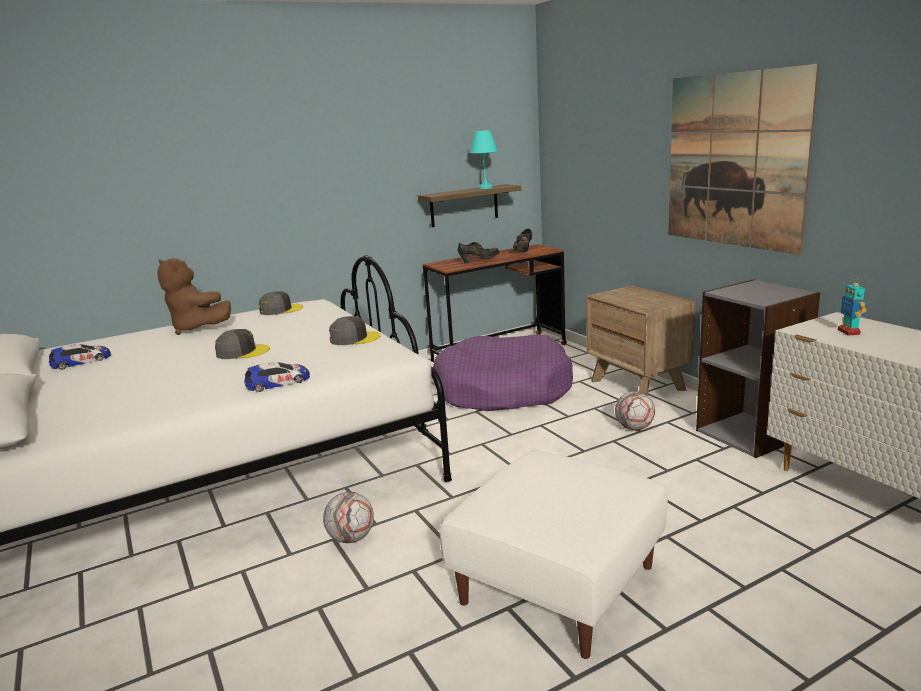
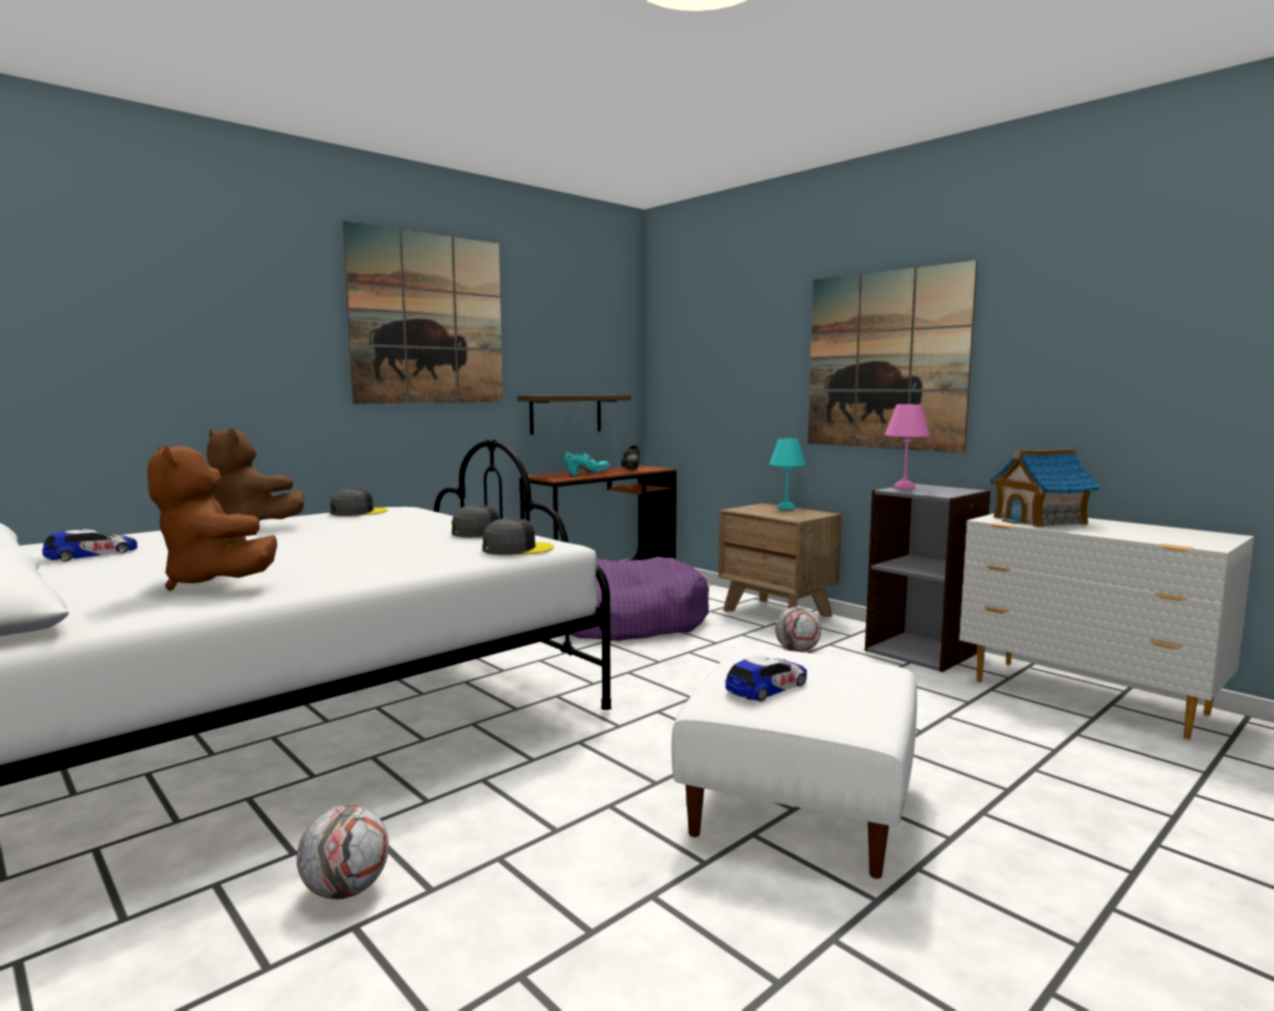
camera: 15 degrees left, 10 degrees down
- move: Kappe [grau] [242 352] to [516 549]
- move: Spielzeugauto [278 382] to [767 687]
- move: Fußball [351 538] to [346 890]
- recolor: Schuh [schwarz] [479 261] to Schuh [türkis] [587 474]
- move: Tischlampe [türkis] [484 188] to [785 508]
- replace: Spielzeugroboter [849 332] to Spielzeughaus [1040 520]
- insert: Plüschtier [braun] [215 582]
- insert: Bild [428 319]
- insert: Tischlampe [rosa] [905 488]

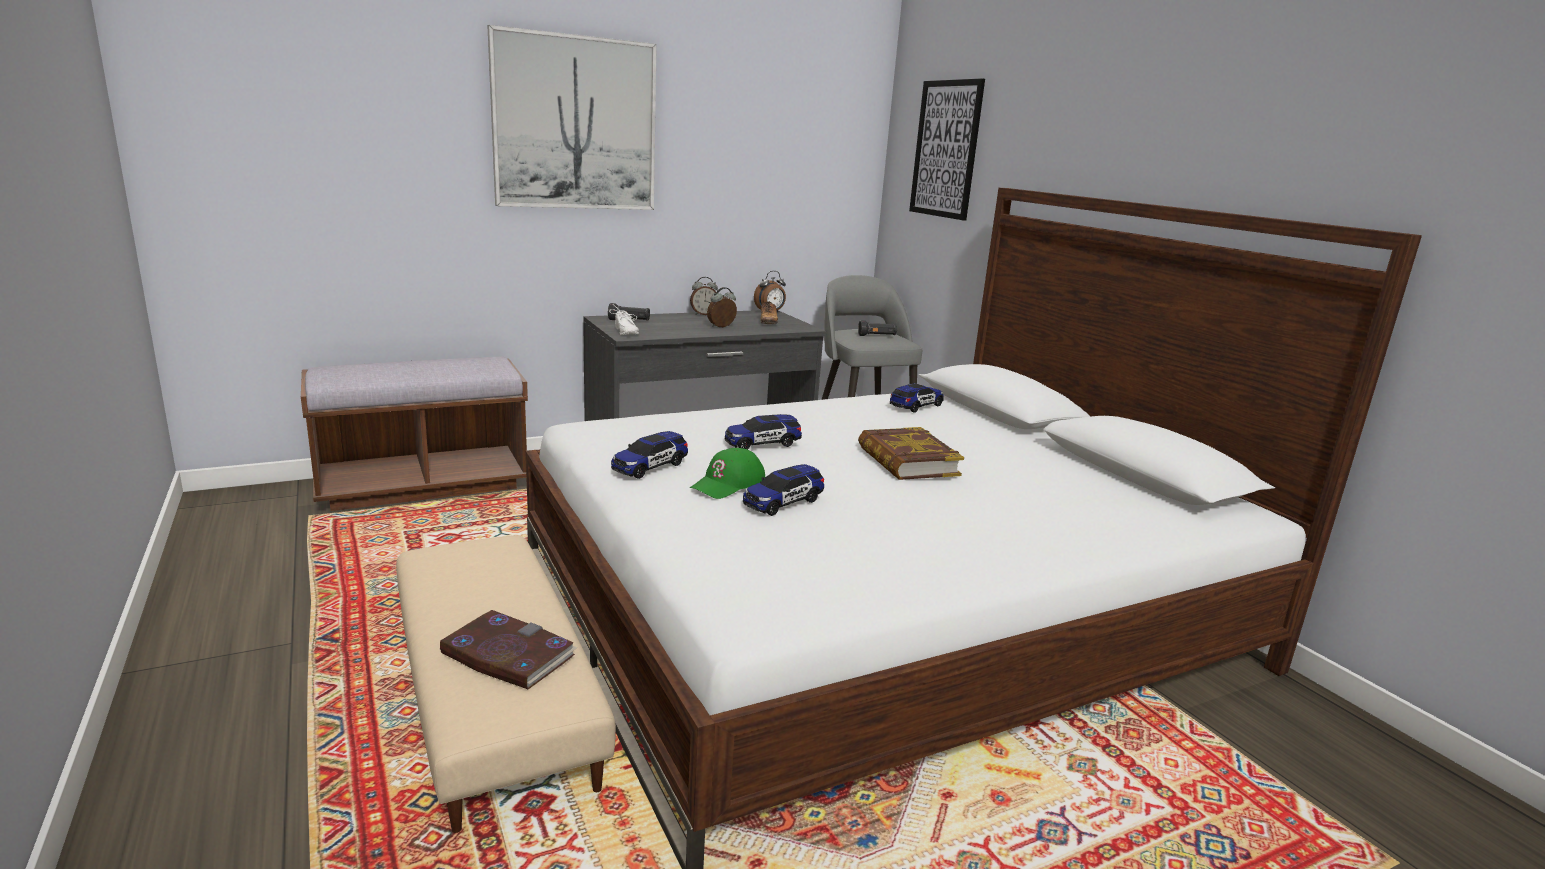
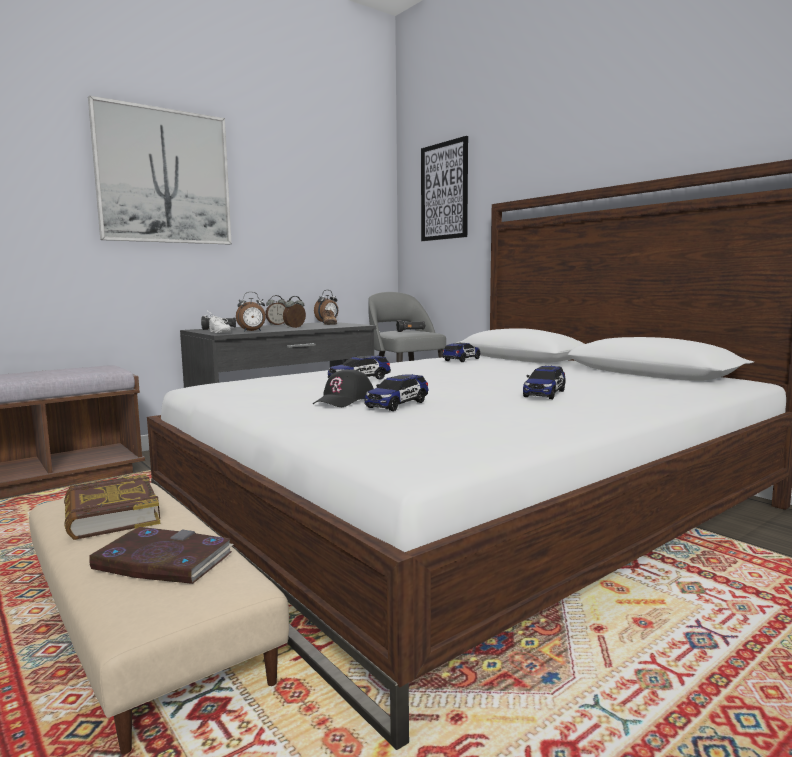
camera: 10 degrees left, 10 degrees down
- move: Spielzeugauto [650 467] to [544 394]
- recolor: Kappe [grün] [728 484] to Kappe [schwarz] [344 400]
- move: Buch [907 461] to [111 515]
- insert: Wecker [252 331]

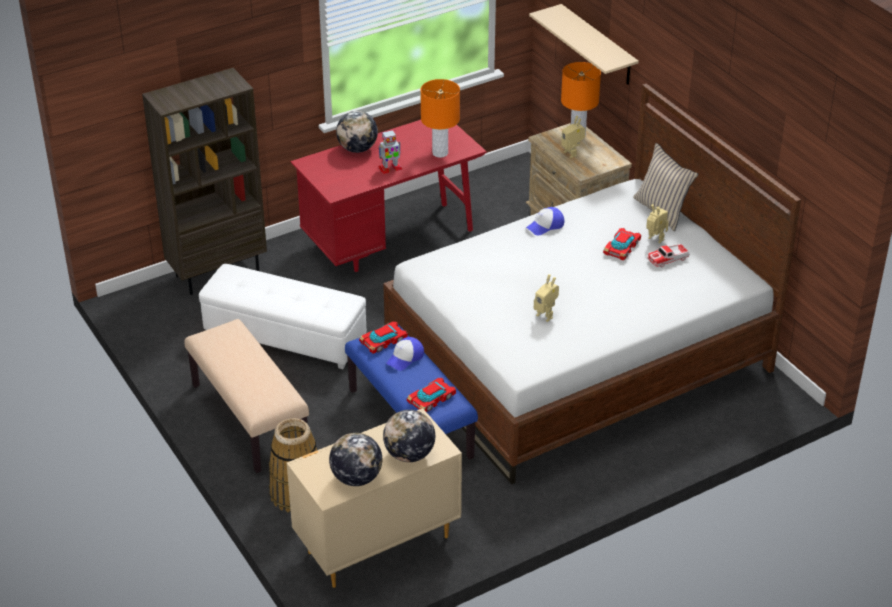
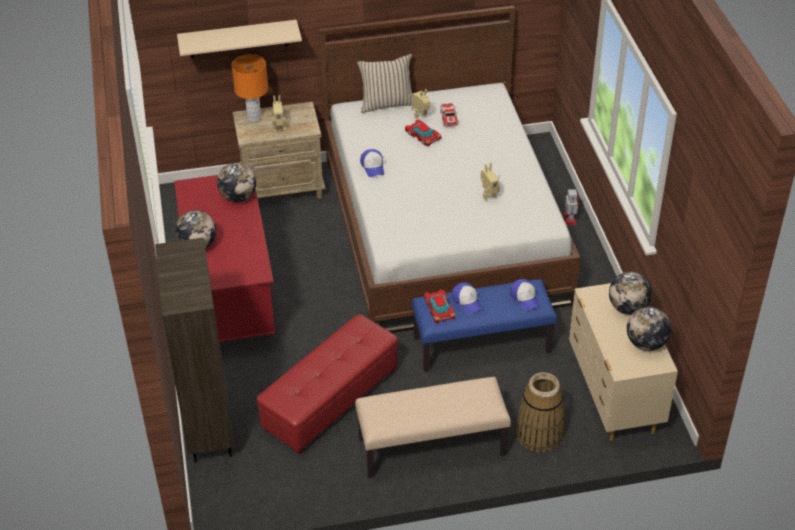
camera: 70 degrees left, 5 degrees up
- recolor: Polsterhocker [weiß] [284 337] to Polsterhocker [rot] [331 400]
- move: Spielzeugroboter [390 168] to [570 218]
- replace: Spielzeugauto [432 399] to Kappe [525 297]
- replace: Tischlampe [orange] [440 153] to Globus [238 197]

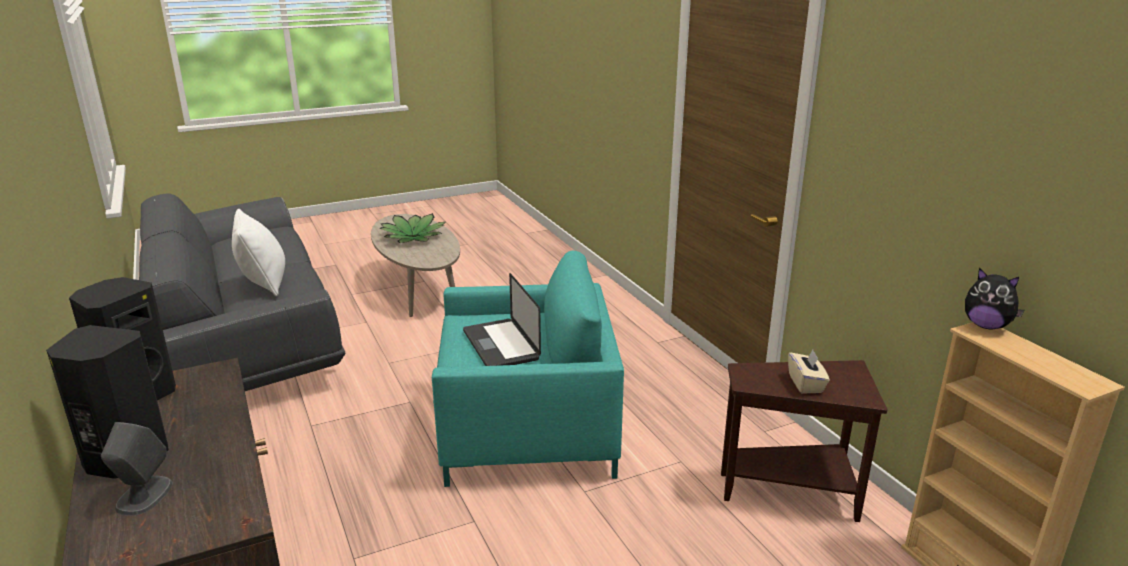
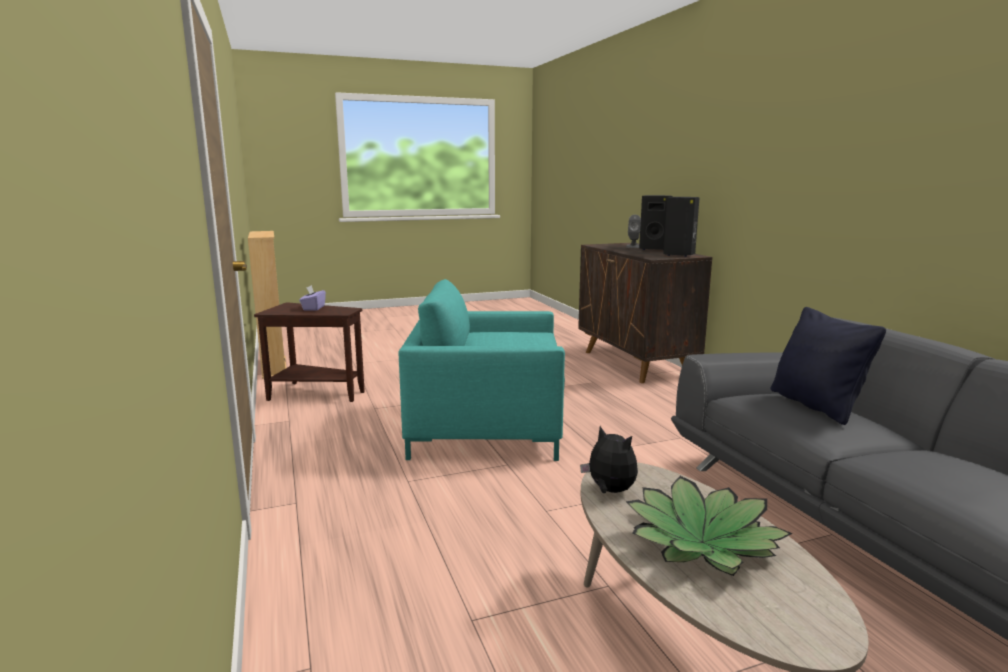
camera: 175 degrees left, 10 degrees down
- recolor: Kissen [weiß] [264 283] to Kissen [schwarz] [816 405]
- delete: Laptop [501 345]
- recolor: Taschentuchbox [beige] [806 384] to Taschentuchbox [lila] [313 308]
- move: Plüschtier [986 326] to [609 491]

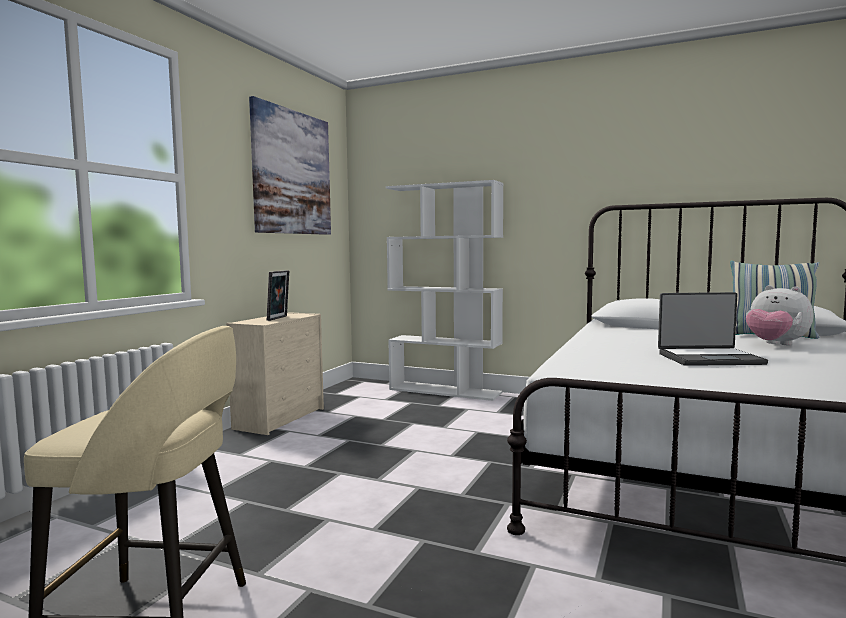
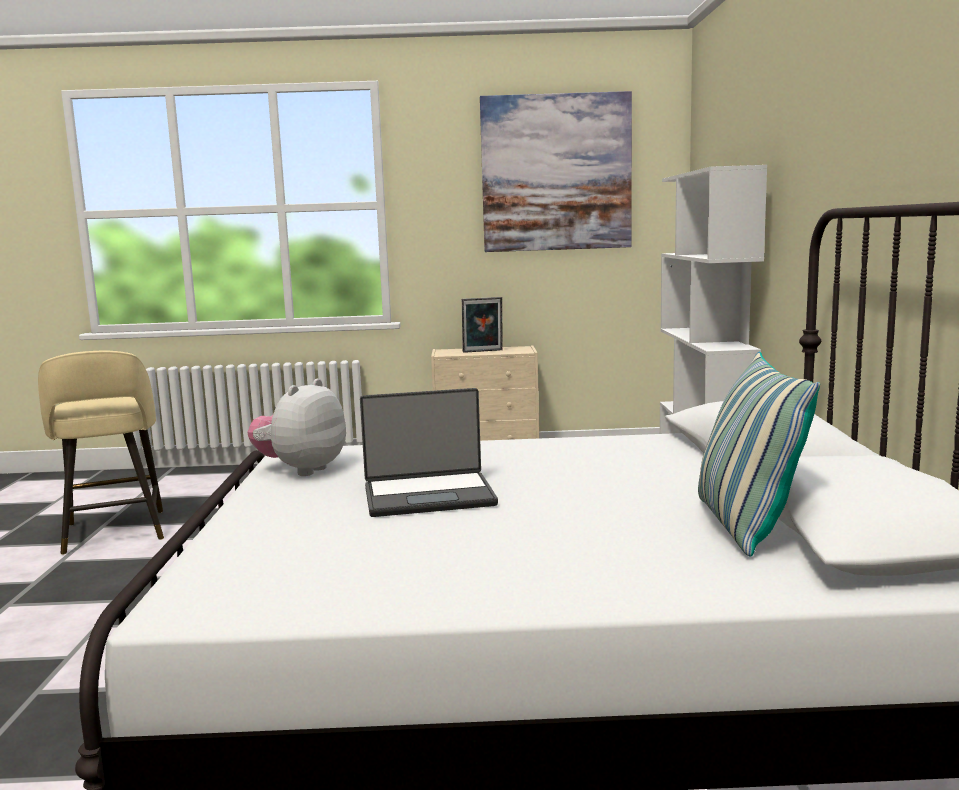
camera: 65 degrees right, 5 degrees up
- rotate: Laptop [709 358] = [429 496] 75 degrees counterclockwise
- move: Plüschtier [775 344] to [301 470]

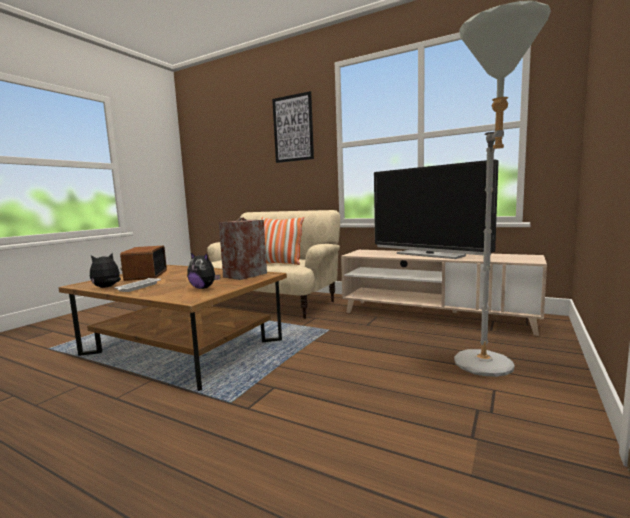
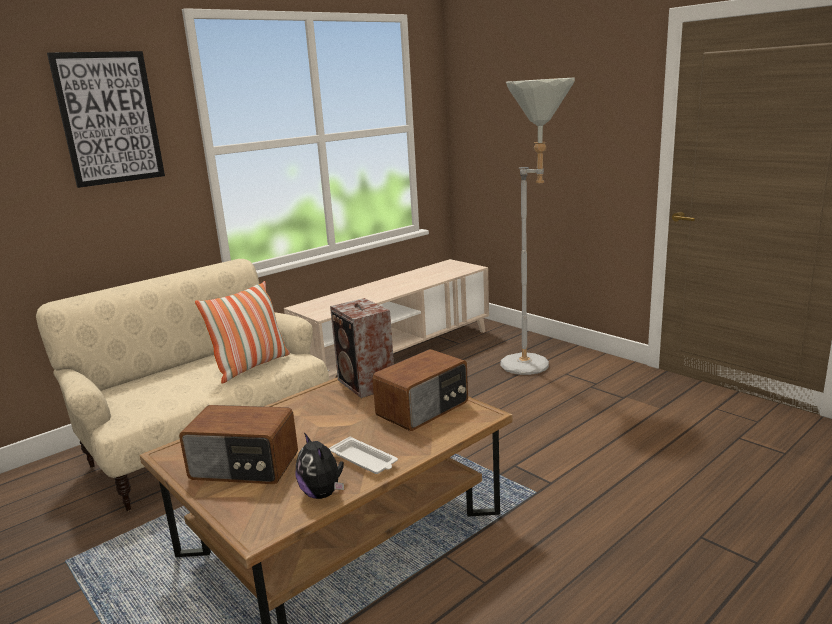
camera: 70 degrees left, 10 degrees up
- replace: Plüschtier [204 288] to Radio [424 409]
- delete: Fernseher [429 255]

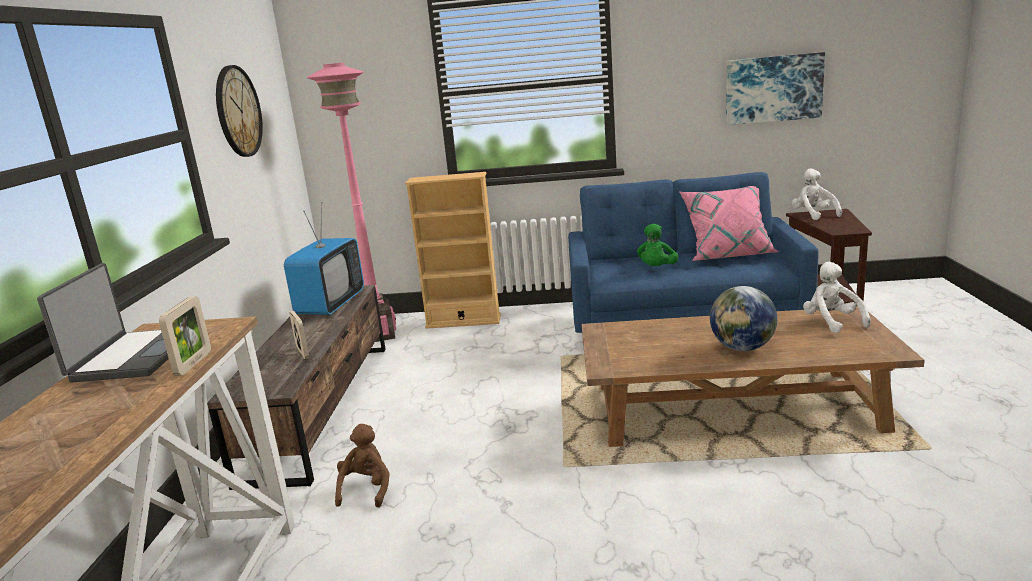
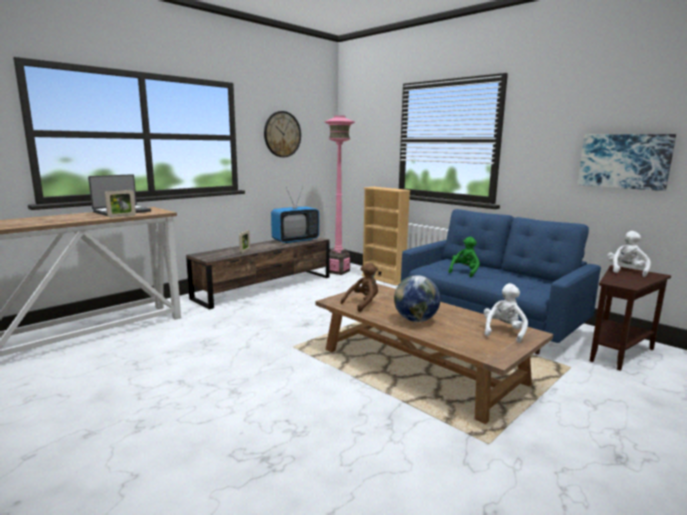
camera: 40 degrees right, 5 degrees down
- move: Plüschtier [braun] [366 489] to [363 304]
- rotate: Plüschtier [grün] [657 269] = [464 272] 150 degrees clockwise
- delete: Kissen [rosa] [727 254]

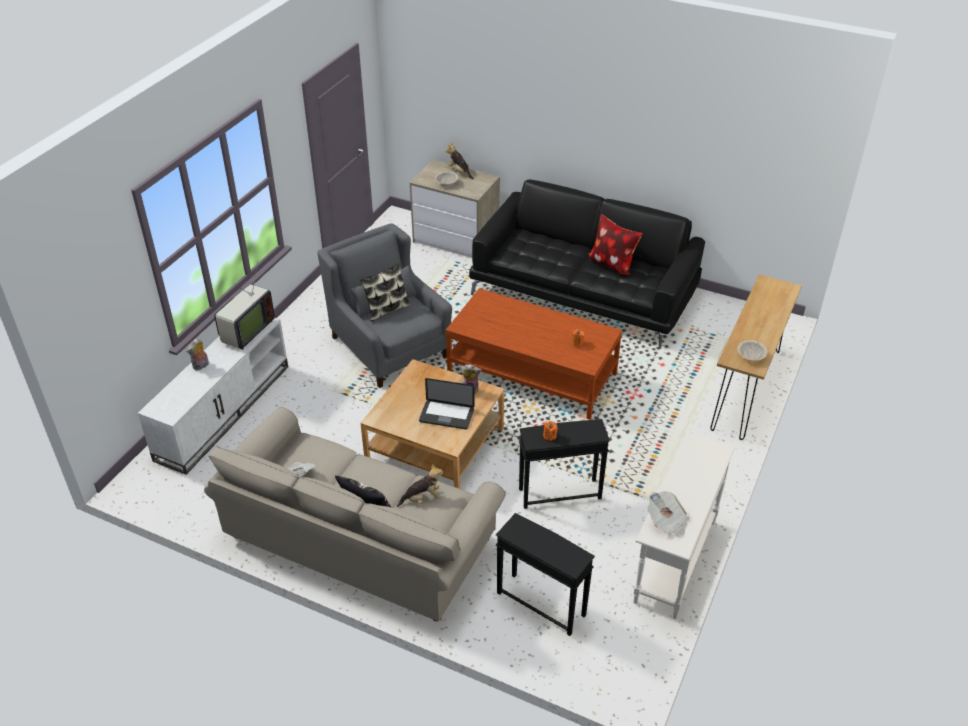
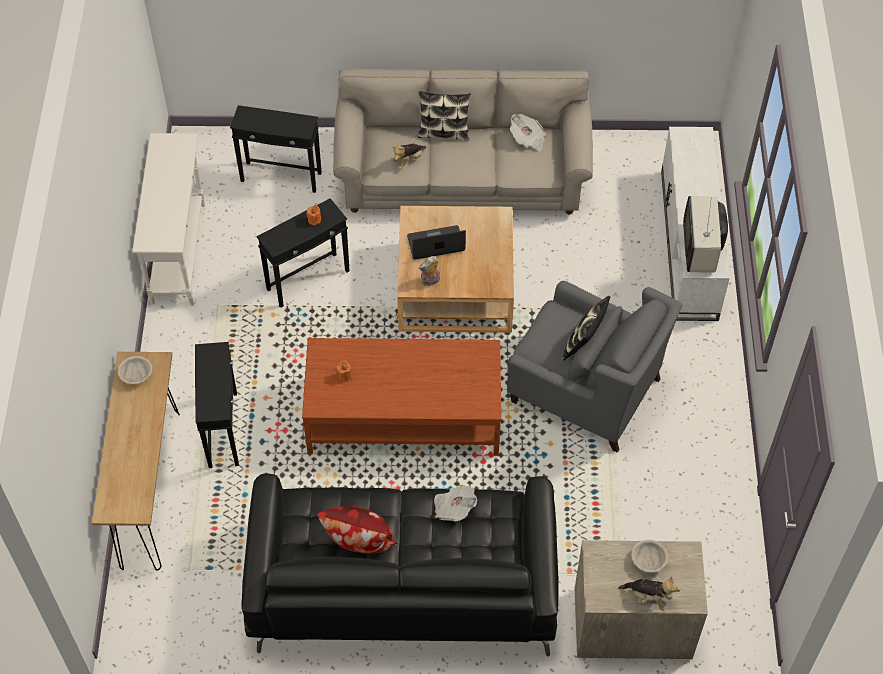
camera: 155 degrees right, 15 degrees up
- delete: Plüschtier [201 366]
- move: Zeitung [667 522] to [453 508]
- insert: Beistelltisch [schwarz] [223 429]

